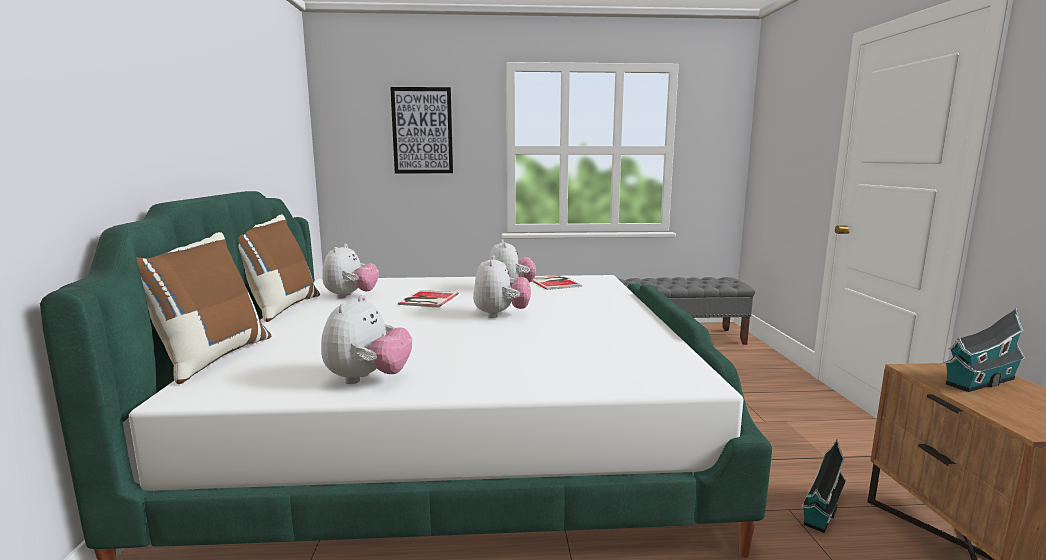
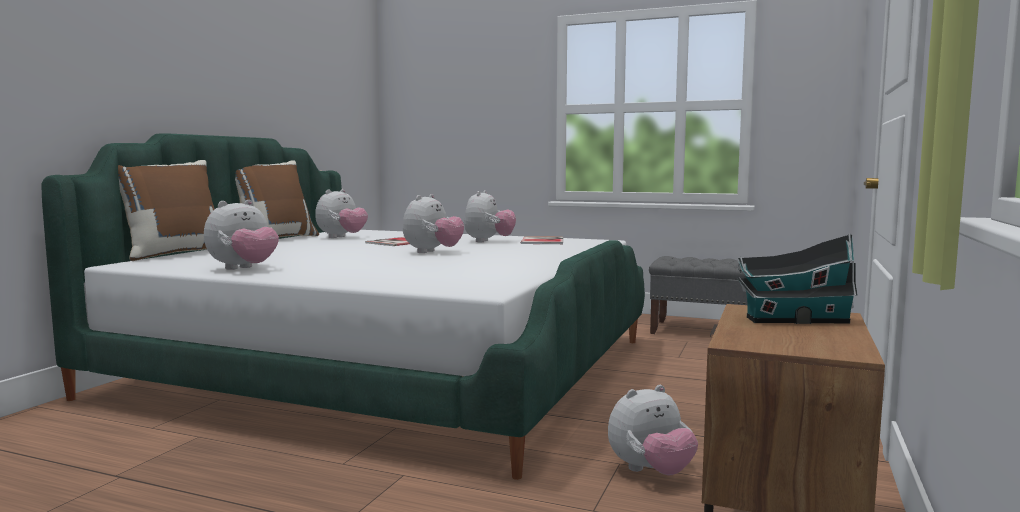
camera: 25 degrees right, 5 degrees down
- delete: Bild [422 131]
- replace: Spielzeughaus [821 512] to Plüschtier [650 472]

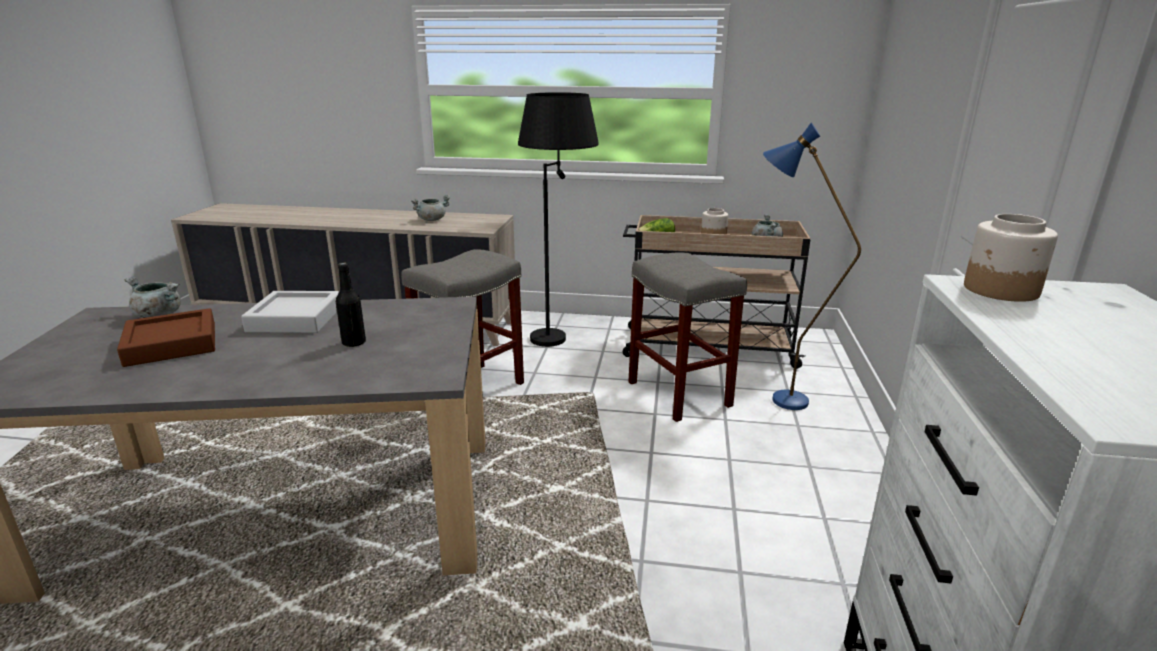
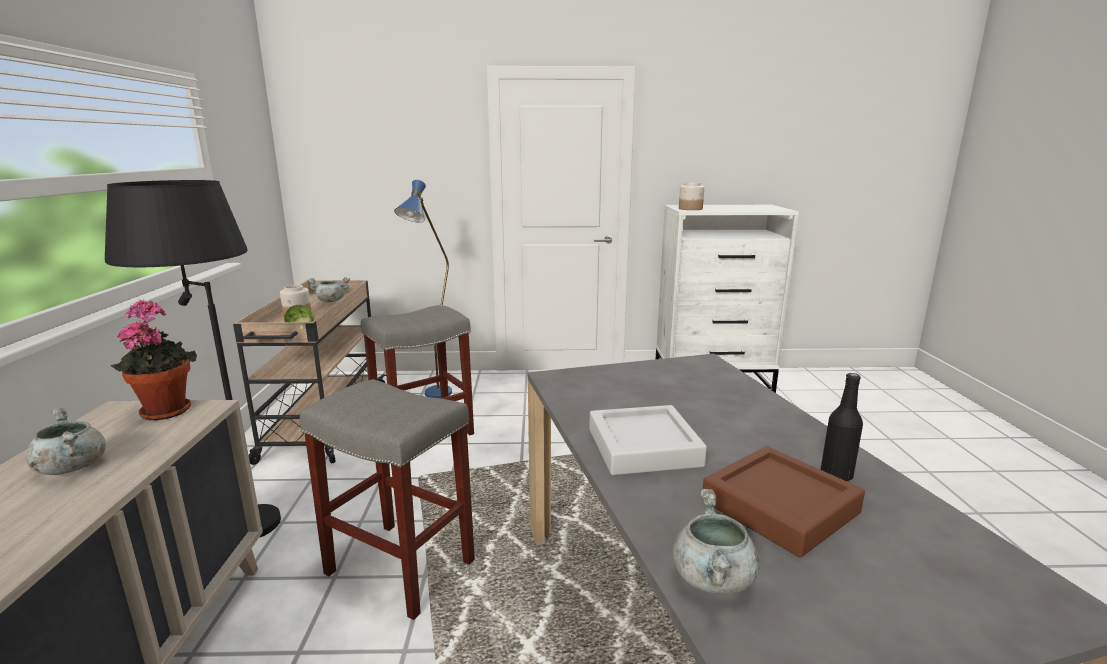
camera: 100 degrees left, 5 degrees down
- move: Flasche [schwarz] [354 343] to [836 475]
- insert: Topfpflanze [165 410]

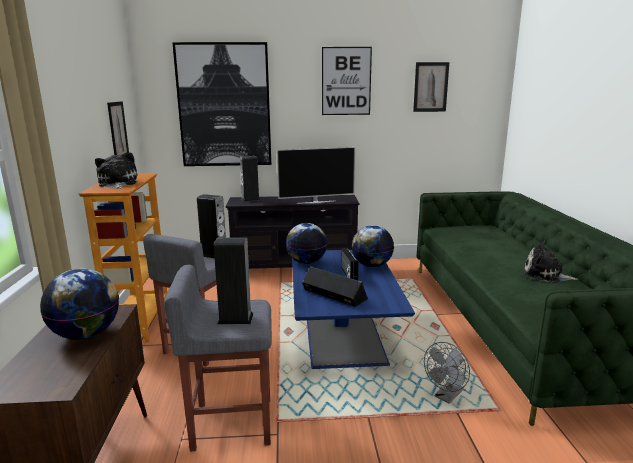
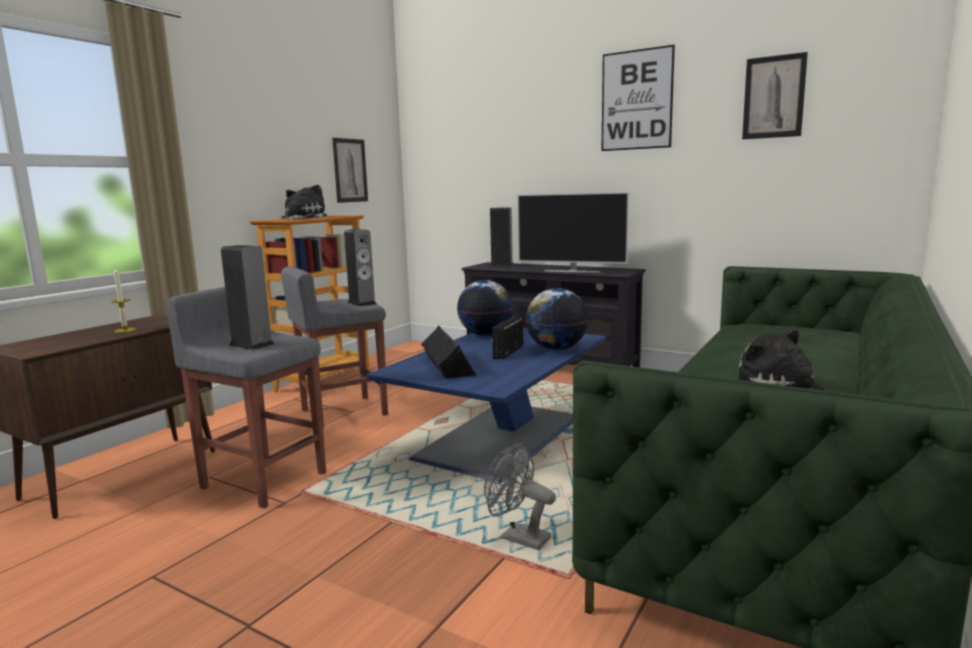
camera: 35 degrees right, 5 degrees down
- replace: Globus [86 334] to Kerze [125 330]
- delete: Bild [224 106]
- rotate: Ventilator [grau] [446 397] = [518 537] 45 degrees clockwise

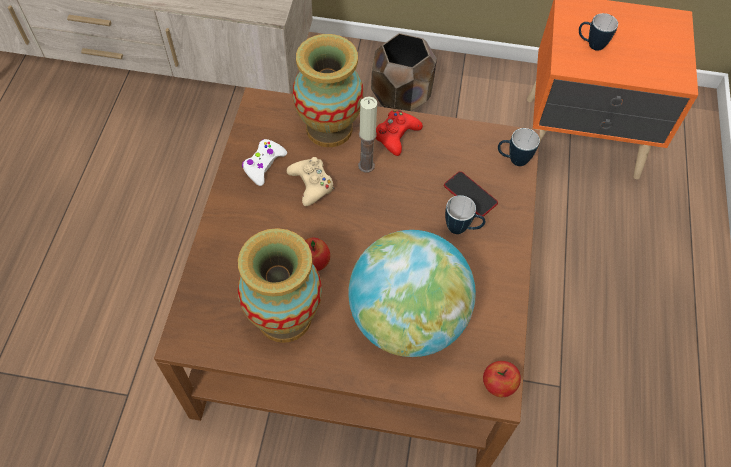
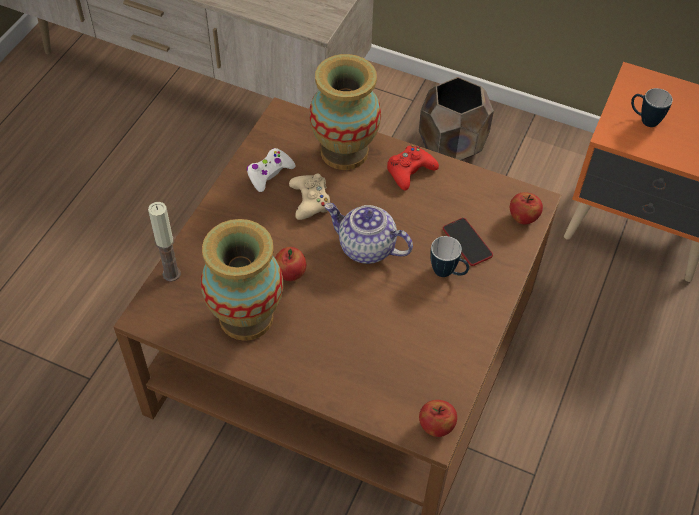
camera: 15 degrees right, 5 degrees down
- delete: Globus [407 319]
- move: Kerze [366 166] to [171 274]
- replace: Henkelbecher [513 160] to Apfel [523 218]
- insert: Teekanne [366 248]

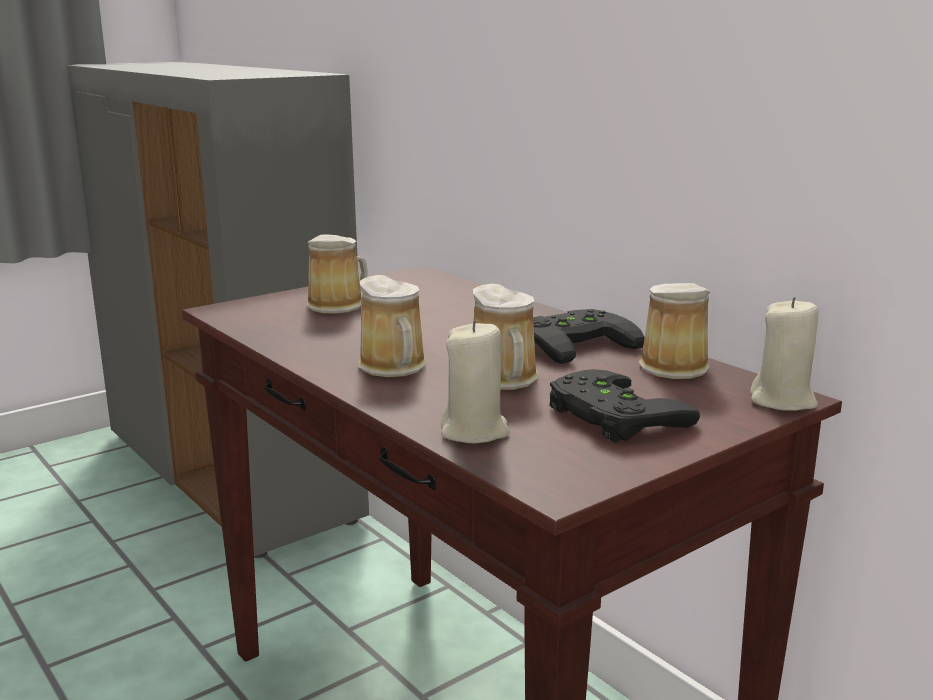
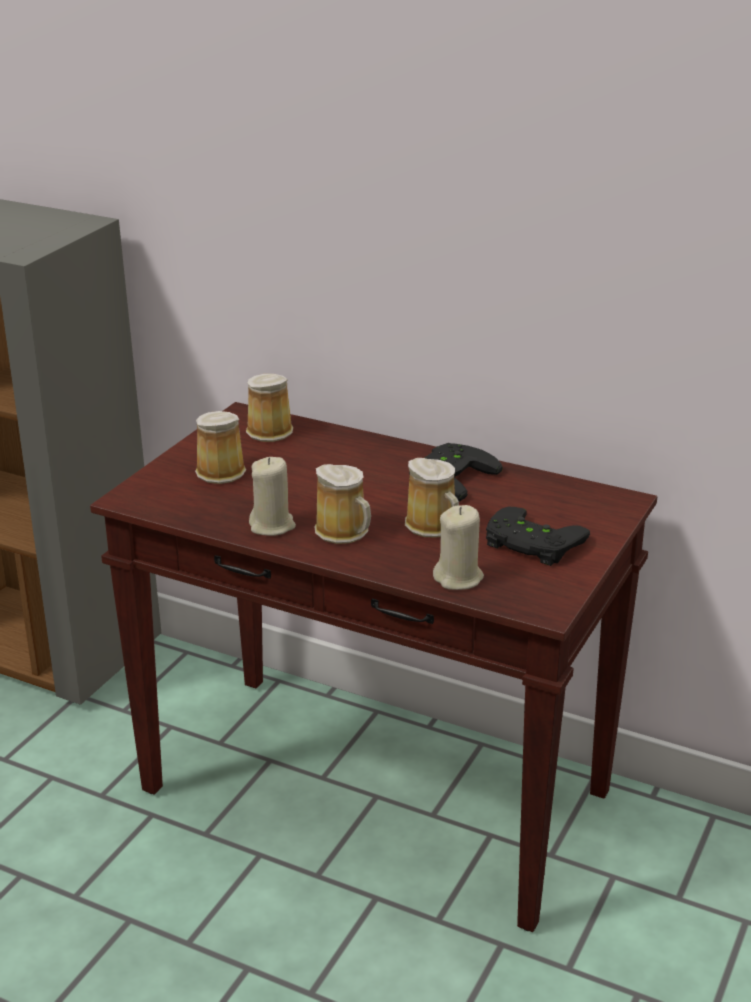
camera: 25 degrees left, 10 degrees up
- move: Henkelbecher [676 366] to [271 430]
- move: Kerze [beige] [783 401] to [272 526]

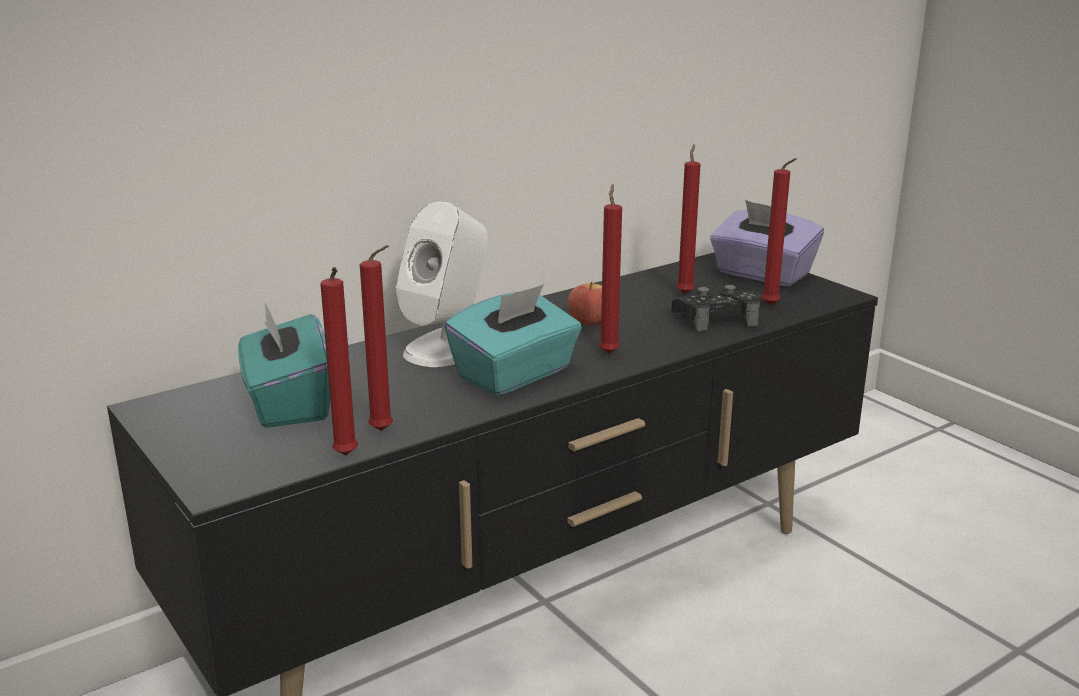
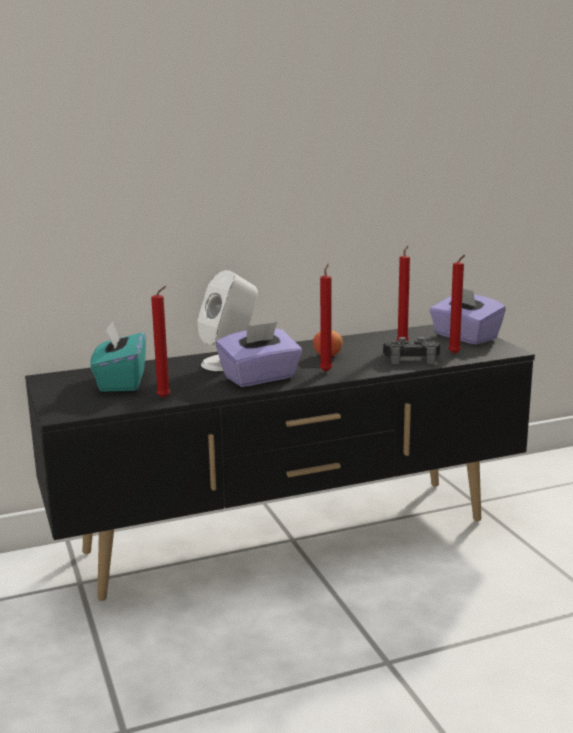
camera: 15 degrees right, 5 degrees down
- delete: Kerze [rot] [346 457]
- recolor: Taschentuchbox [türkis] [515 375] to Taschentuchbox [lila] [260 378]

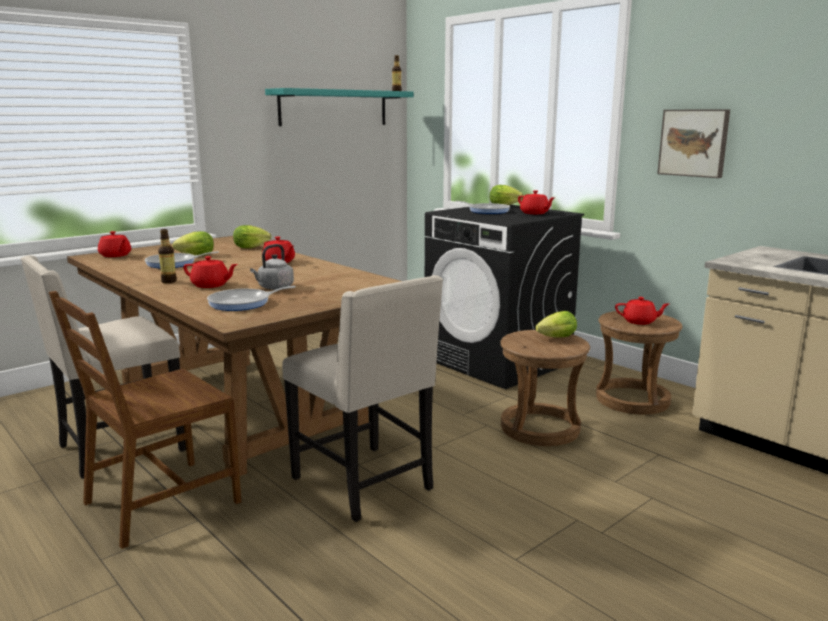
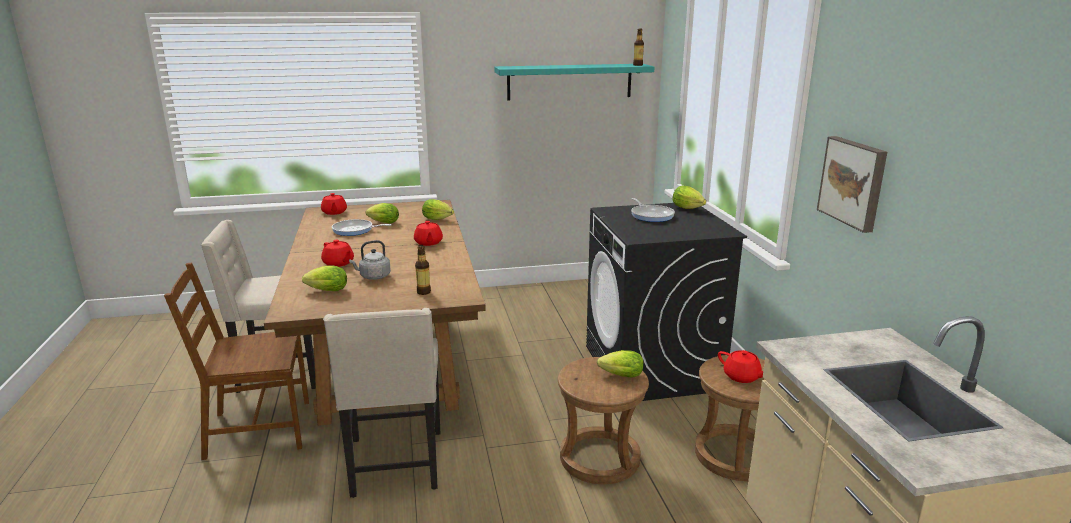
camera: 30 degrees right, 5 degrees up
- move: Flasche [169 281] to [423 292]
- replace: Pfanne [243 303] to Salatkopf [325 291]
- delete: Teekanne [rot] [534 213]

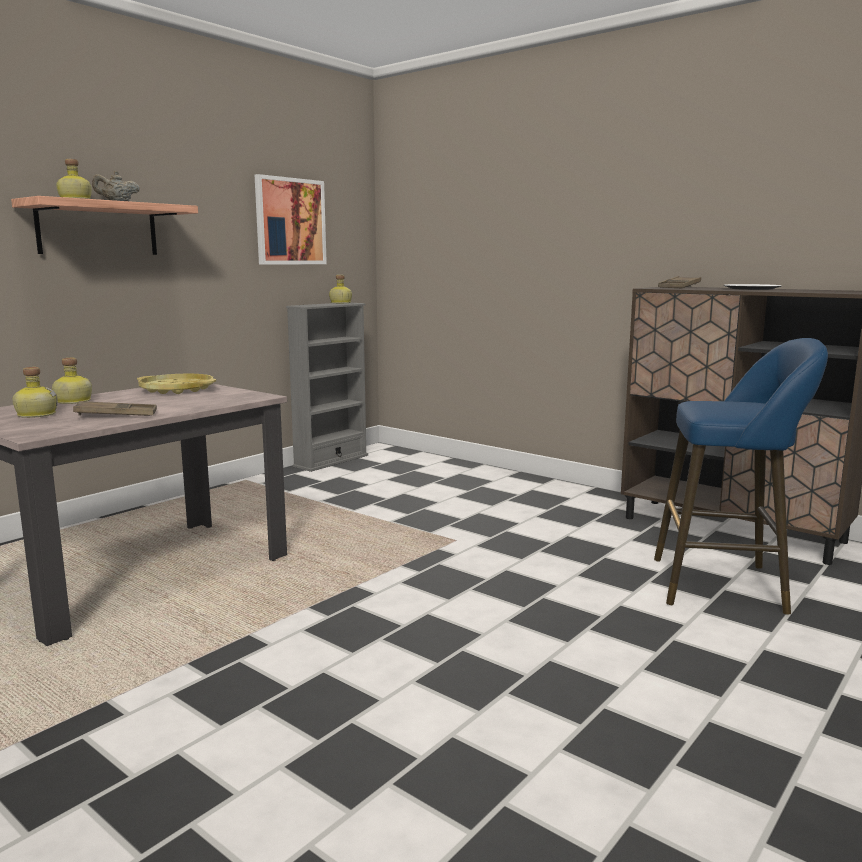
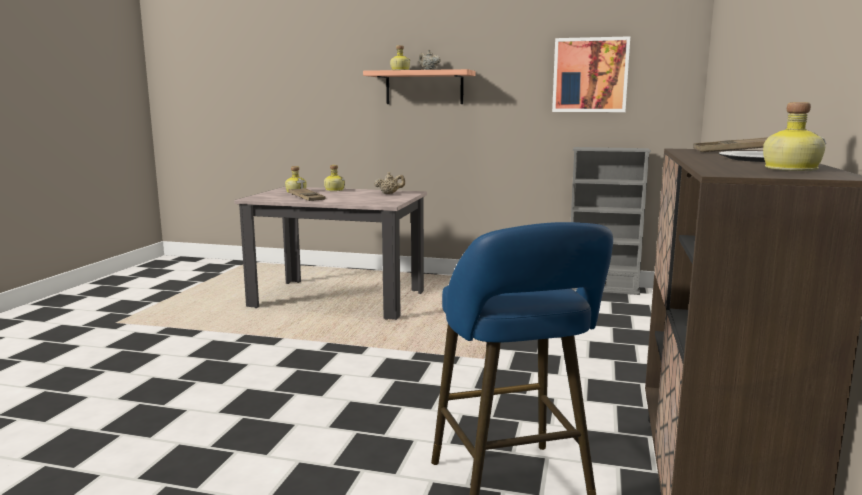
camera: 65 degrees right, 0 degrees up
- replace: Tablett [gelb] [177 389] to Teekanne [beige] [389 193]
- move: Flasche [340 303] to [788 169]

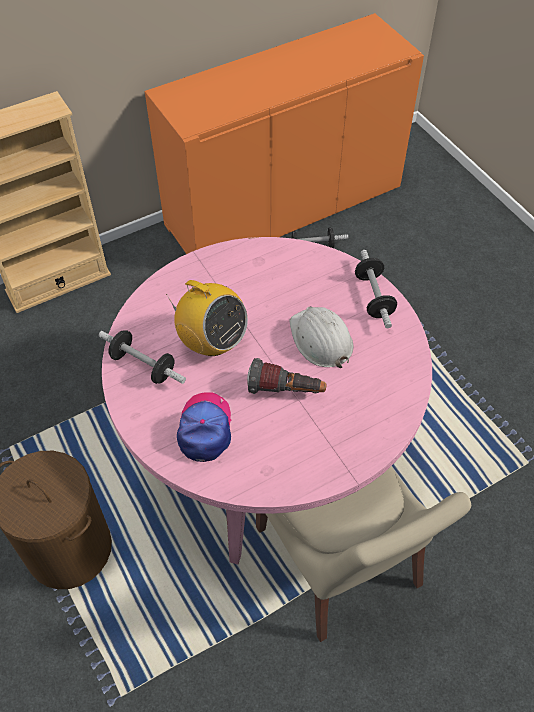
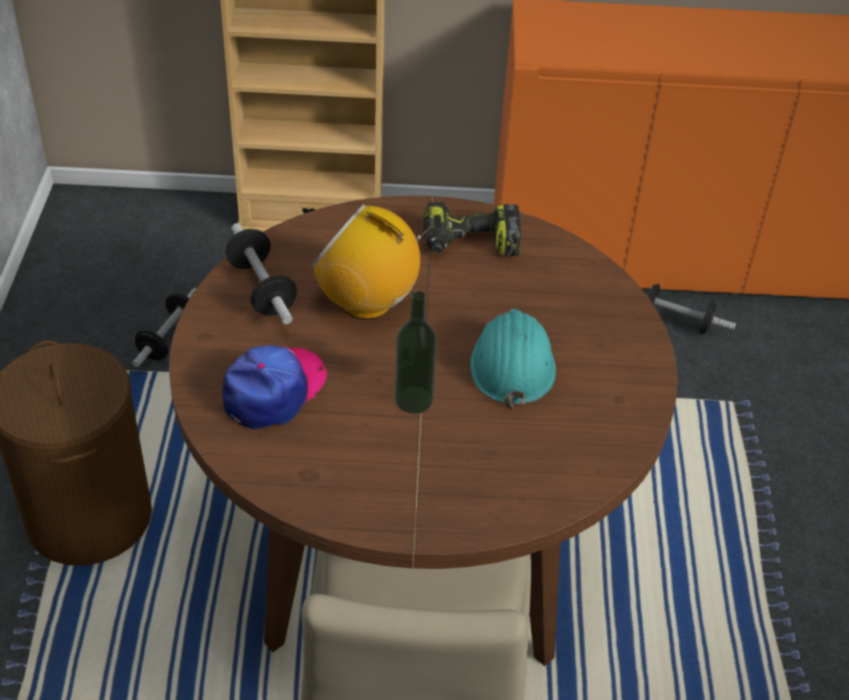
camera: 30 degrees right, 10 degrees down
- recolor: Esstisch [rosa] [267 455] to Esstisch [braun] [415 541]
- rotate: Radio [212 342] = [367 303] 135 degrees clockwise
- replace: Taschenlampe [286 391] to Flasche [413 399]
- recolor: Schutzhelm [weiß] [320 339] to Schutzhelm [türkis] [512 364]
- move: Hantel [373 297] to [168 339]
- insert: Bohrmaschine [469 244]

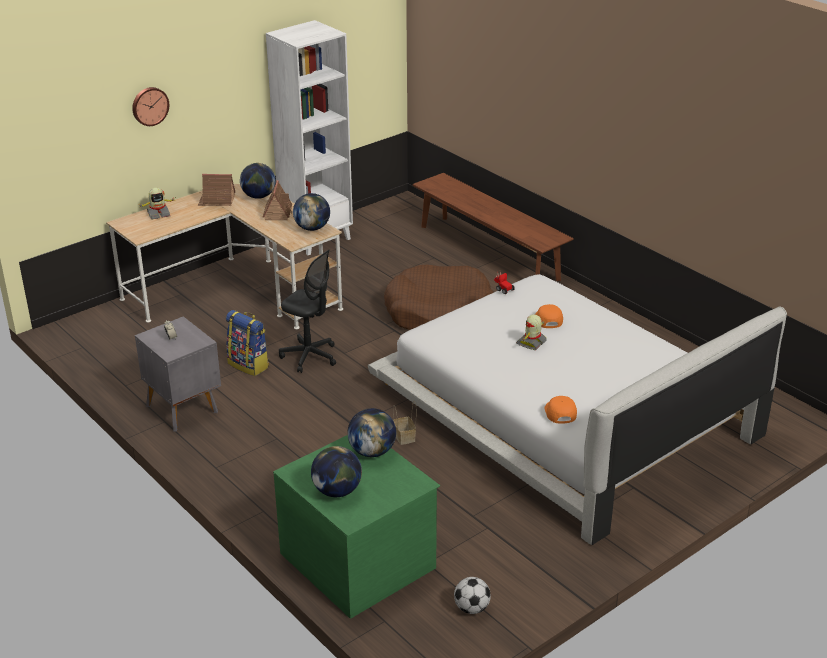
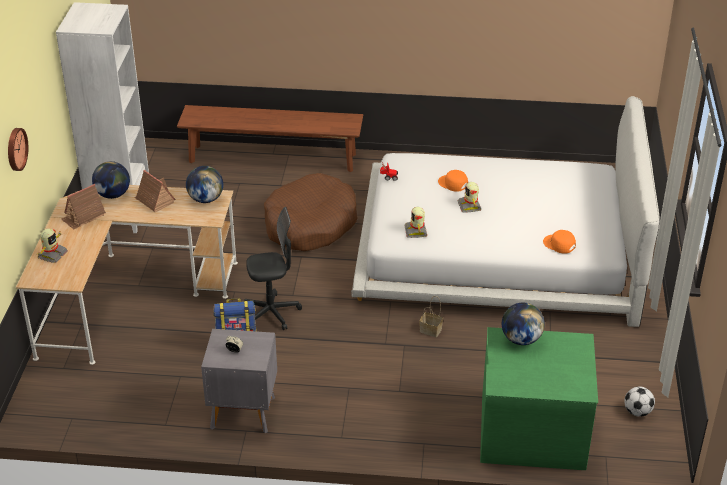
camera: 45 degrees left, 5 degrees up
- delete: Globus [337 491]
- insert: Spielzeugroboter [416 231]

